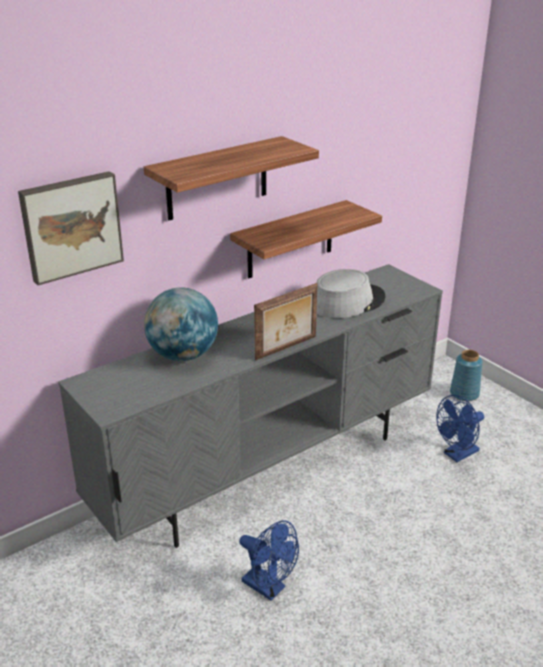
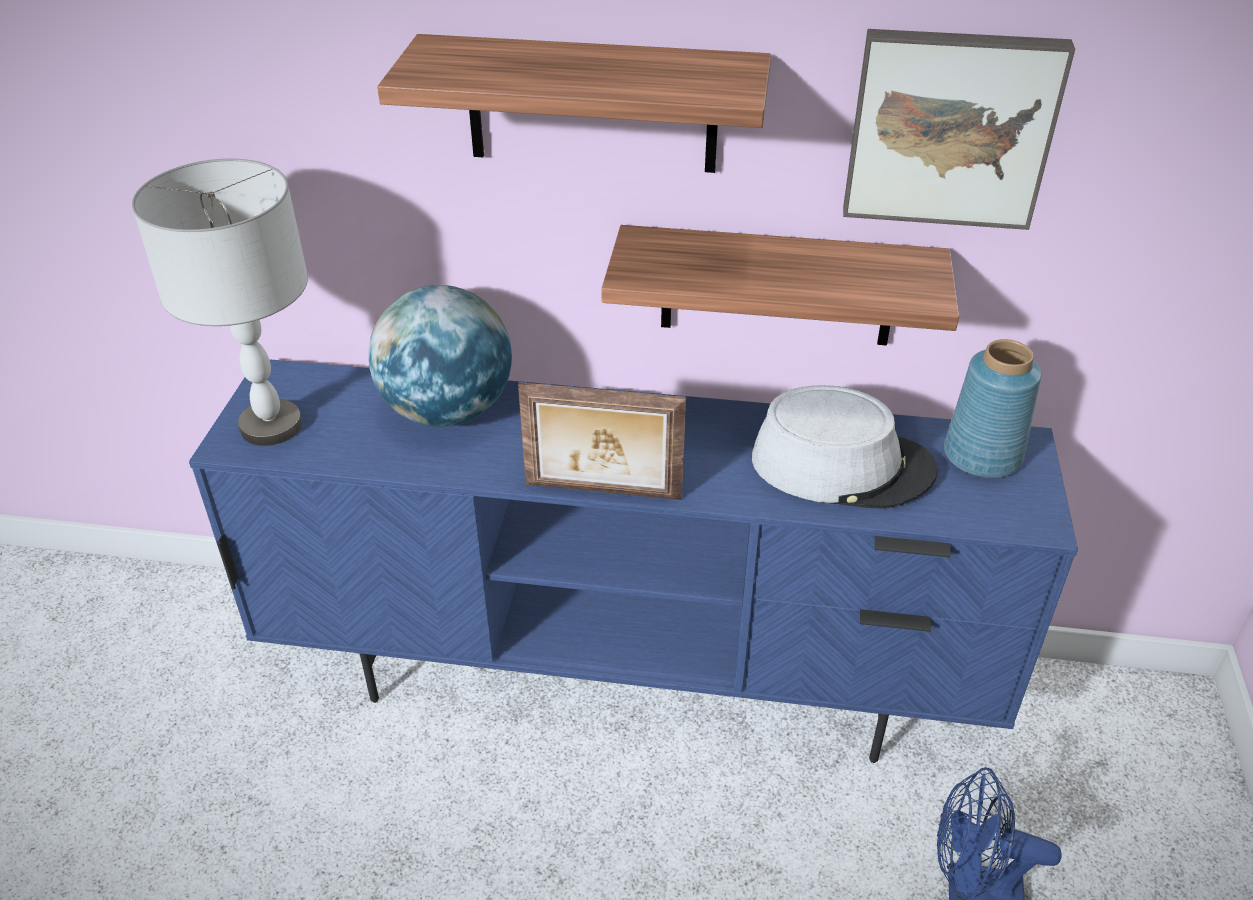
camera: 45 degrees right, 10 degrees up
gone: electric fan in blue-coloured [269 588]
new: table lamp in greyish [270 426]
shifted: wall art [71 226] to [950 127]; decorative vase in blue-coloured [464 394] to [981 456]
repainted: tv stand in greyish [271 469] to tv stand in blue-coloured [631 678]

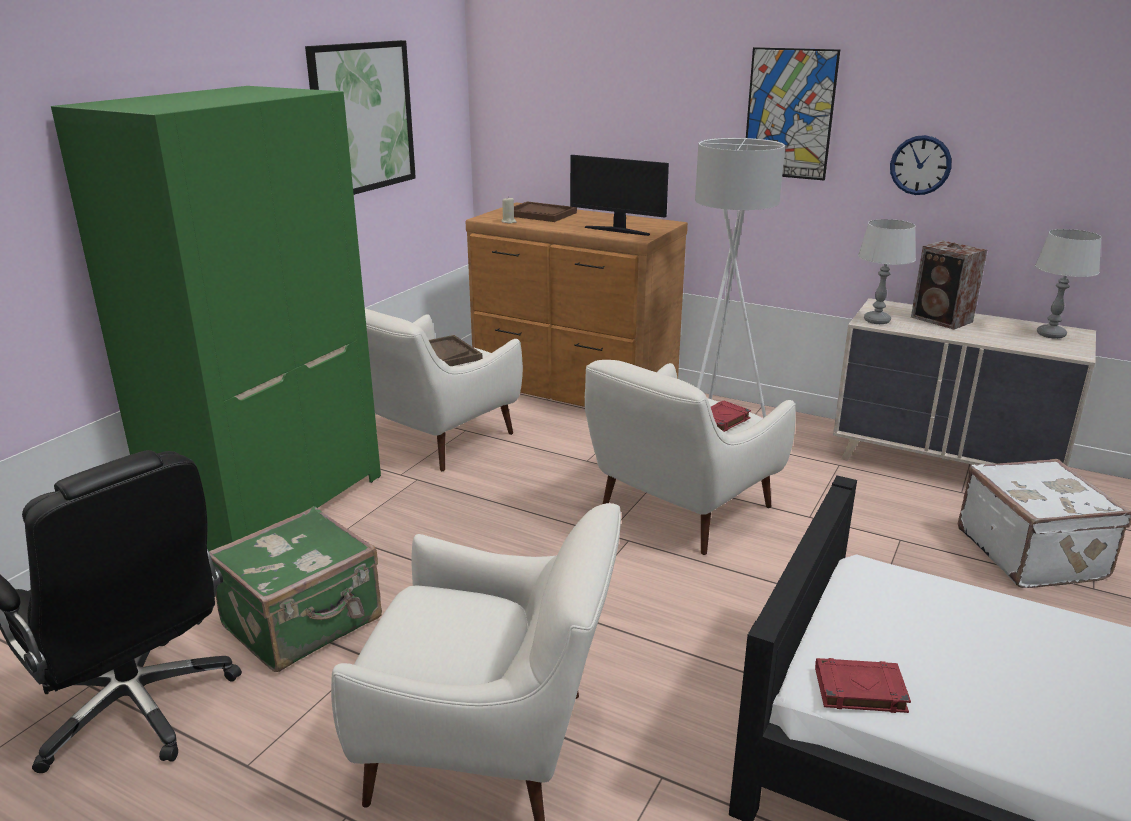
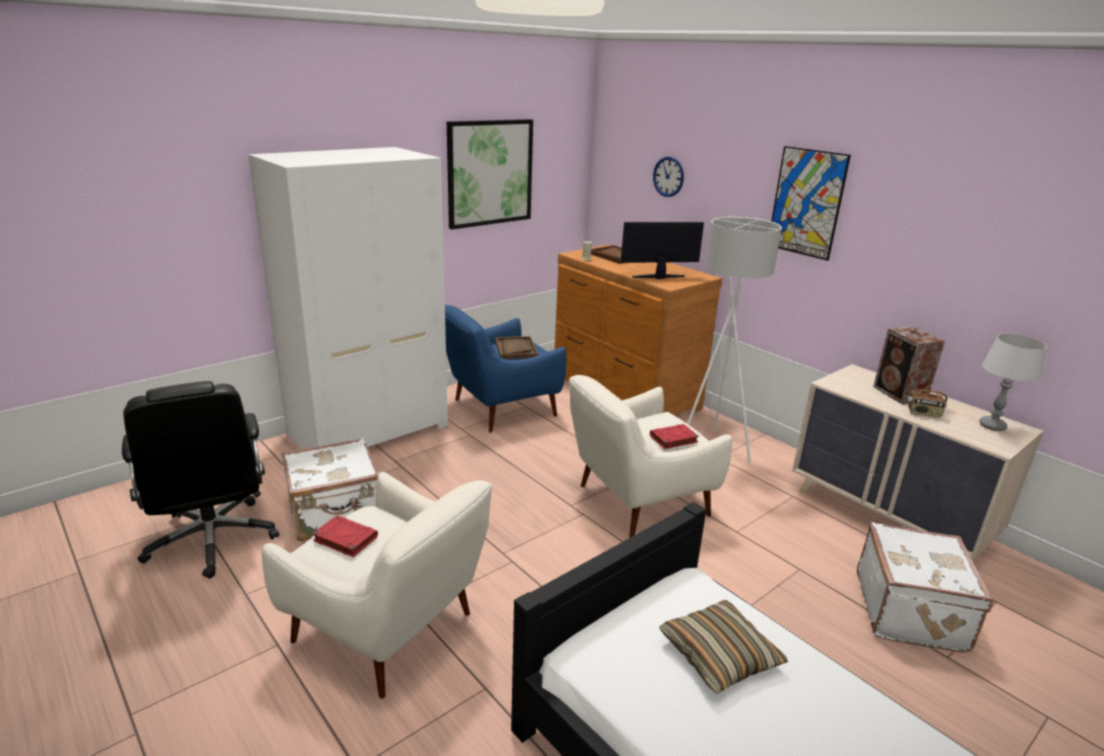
camera: 20 degrees right, 0 degrees up
gone: table lamp in greyish [876 320]
new: pillow [719 655]; radio [924 414]
shifted: bound book in red-coloured [859 690] to [345 539]; wall clock [920 165] to [668 176]
repainted: clothes cupboard in green-coloured [271 504] to clothes cupboard in white-coloured [369 430]; piece of luggage in green-coloured [304 623] to piece of luggage in white-coloured [336 514]; armchair in white-coloured [434 440] to armchair in blue-coloured [500 409]
rotated: computer screen [617 230] = [659 277] 120 degrees clockwise

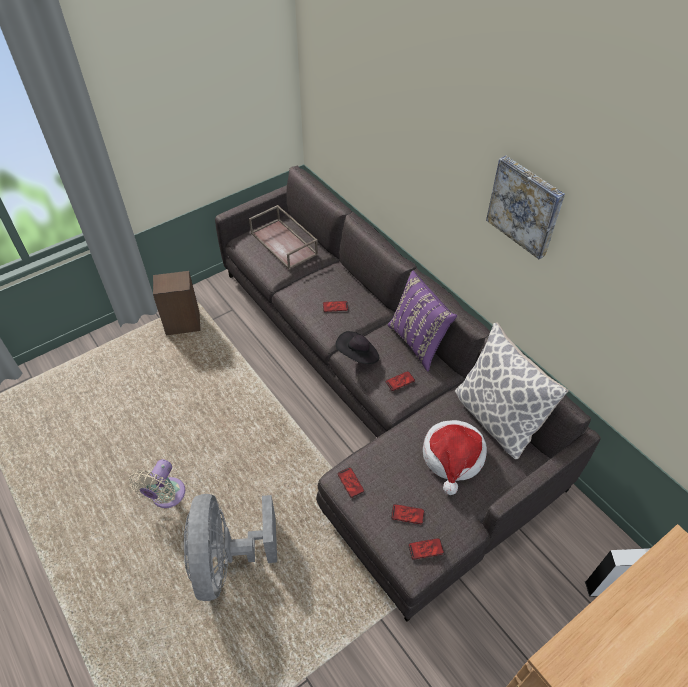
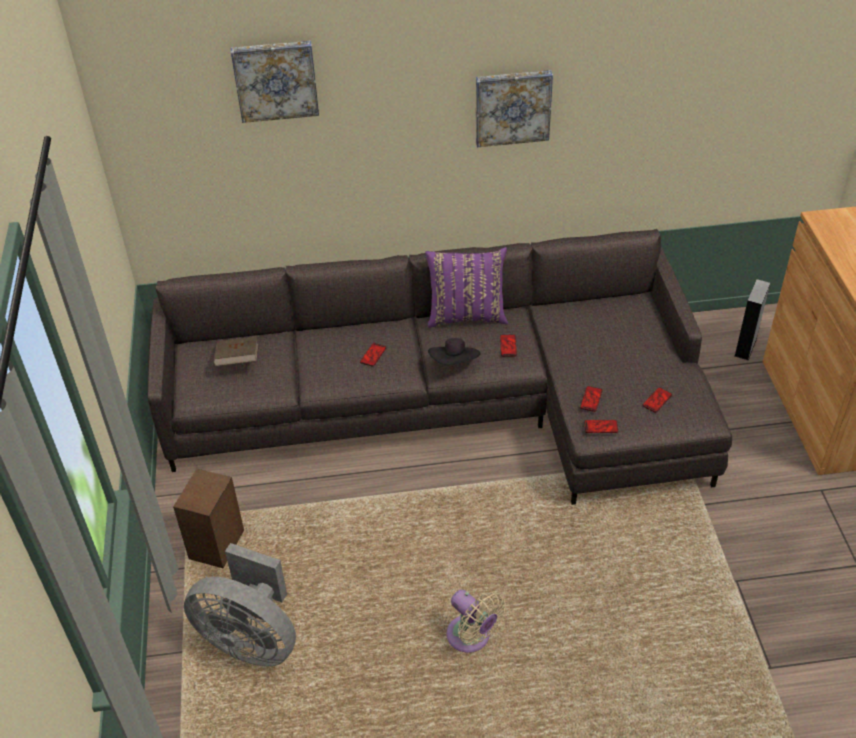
camera: 60 degrees left, 5 degrees down
gone: wearable hat [453 457]; pillow [496 418]
new: wall art [275 79]
shifted: electric fan in greyish [227 560] to [251 639]; telephone [425 549] to [591 399]
swapped: tray in brown [285 243] to bound book in brown [237 361]

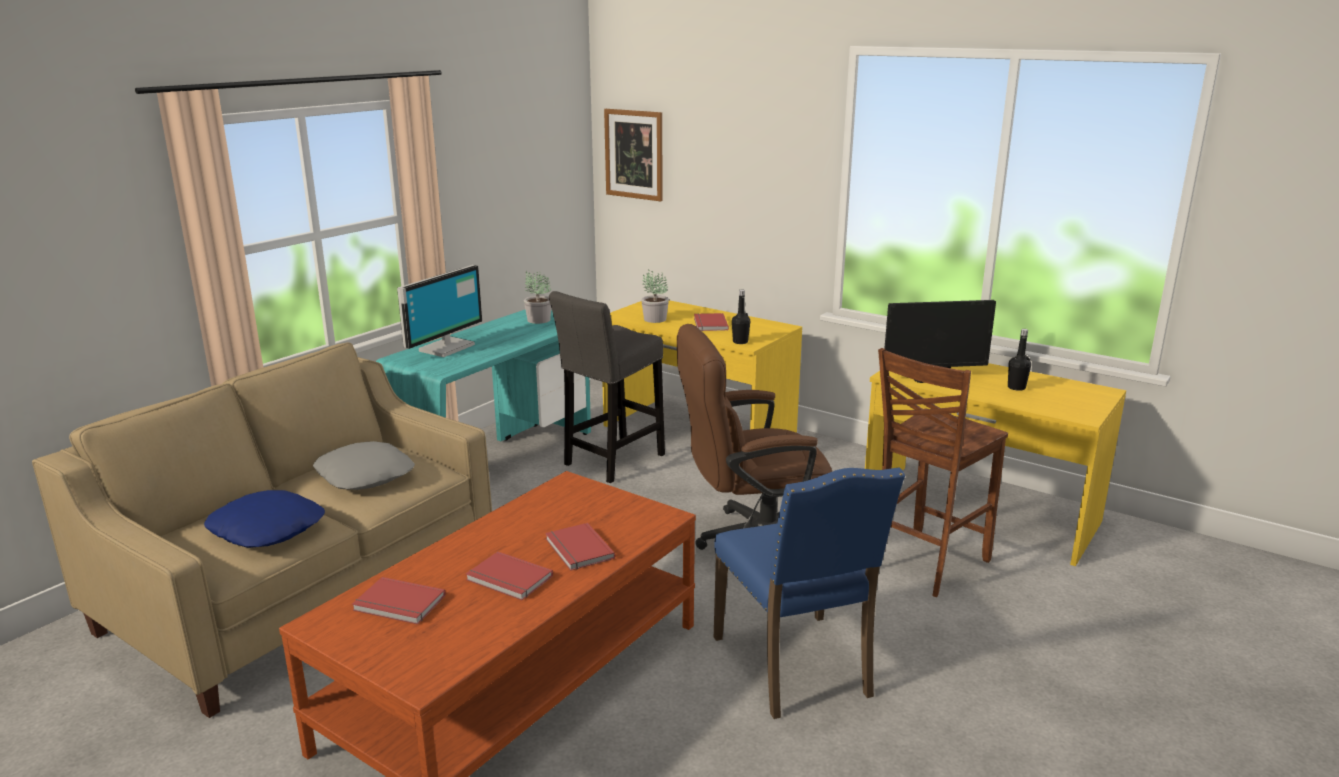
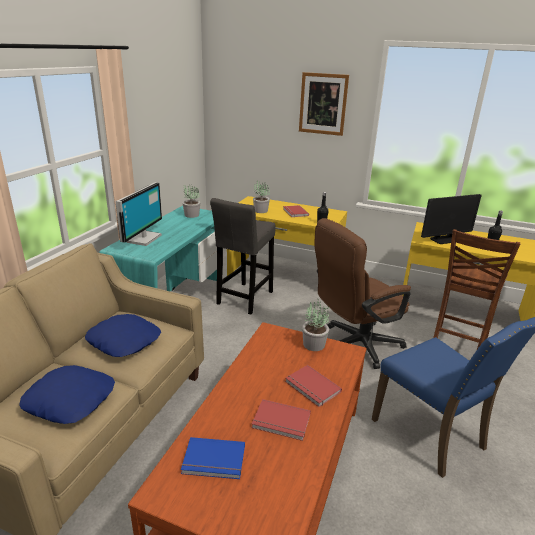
camera: 15 degrees left, 5 degrees up
new: potted plant [313 344]
shifted: wall art [634 154] to [323 104]
repainted: pillow in greyish [365 475] to pillow in blue-coloured [124 341]; bound book in red-coloured [398 604] to bound book in blue-coloured [214 461]

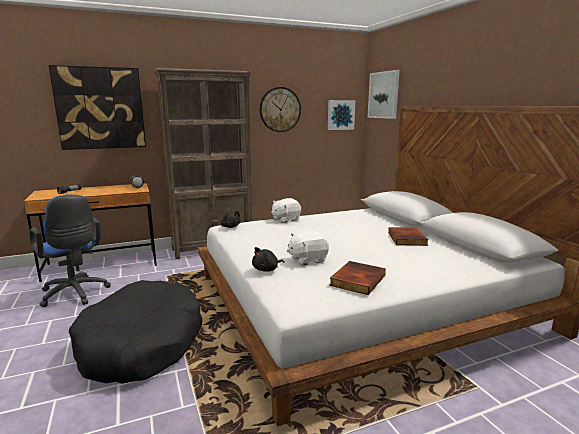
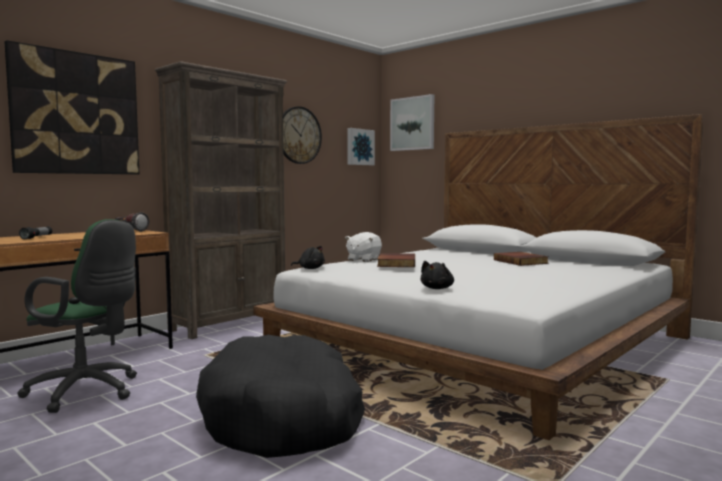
camera: 25 degrees left, 10 degrees down
gone: soft toy in white-coloured [307 260]
shifted: bound book [357 280] to [395 263]
repainted: computer chair in blue-coloured [75 294] to computer chair in green-coloured [88 392]

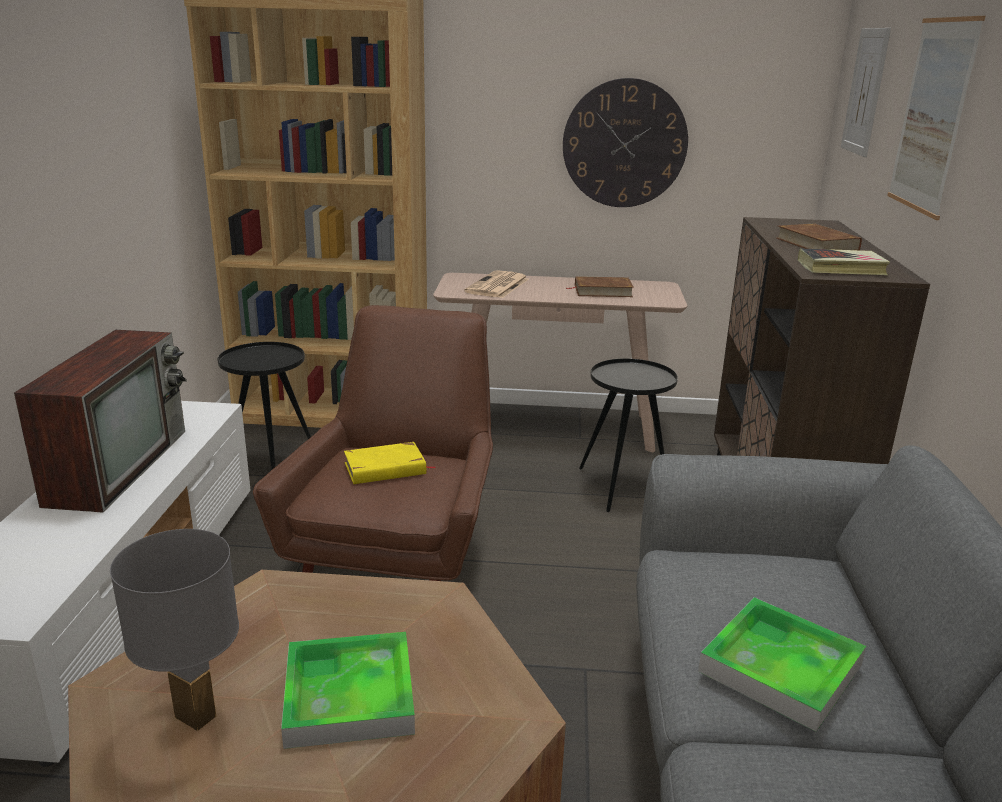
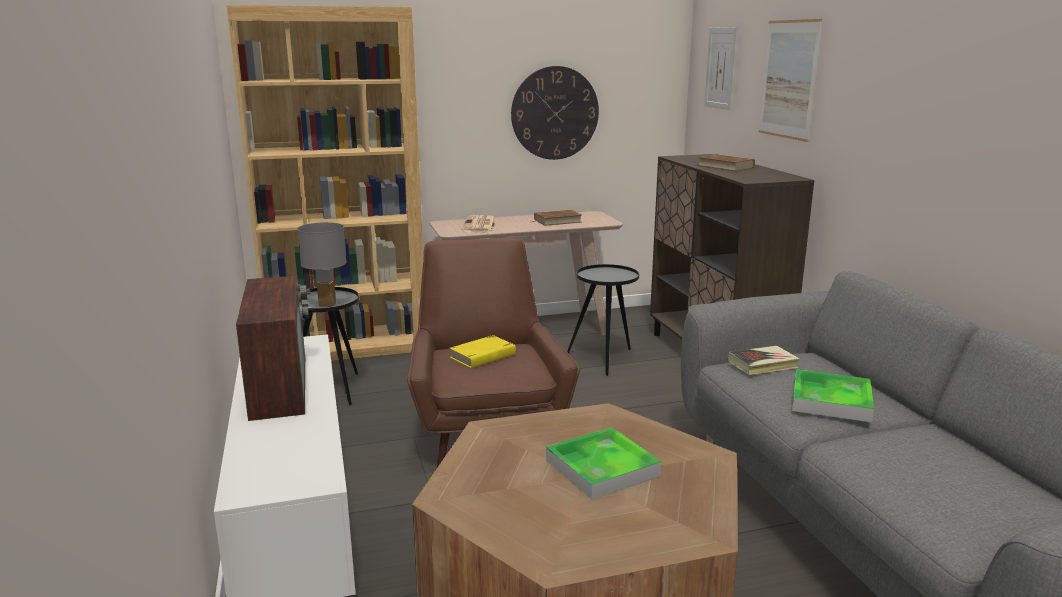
camera: 20 degrees left, 5 degrees down
shifted: table lamp in greyish [197 716] to [328 305]; bound book [841 268] to [763 364]

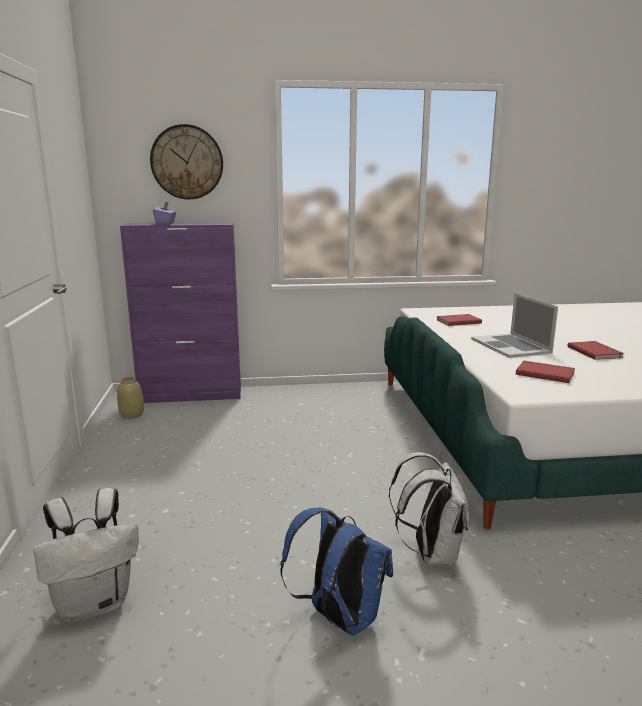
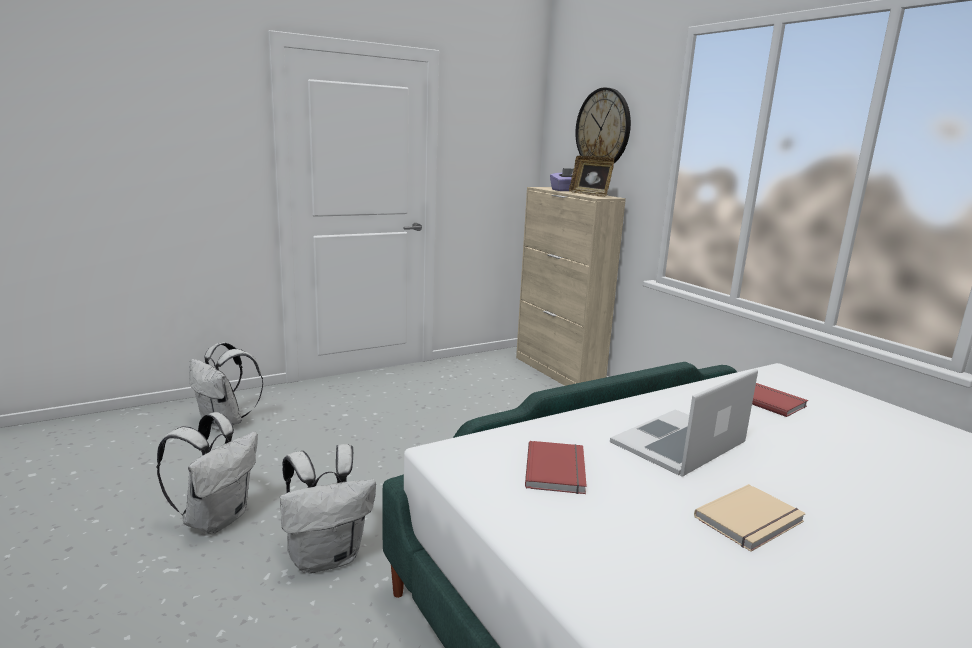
camera: 65 degrees right, 0 degrees up
gone: decorative vase in beige [132 415]
new: picture frame [590 194]
repainted: cabinet in purplish [191 395] to cabinet in beige [558 372]; backpack in blue-coloured [339 618] to backpack in white-coloured [216 519]; bound book in red-coloured [595 352] to bound book in beige [752 521]

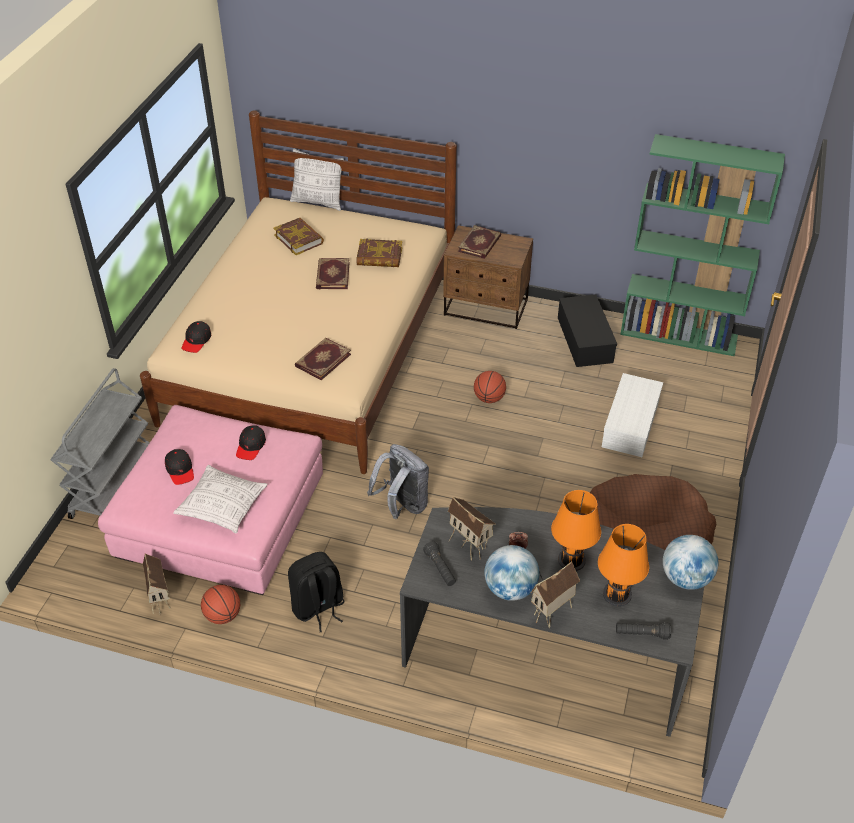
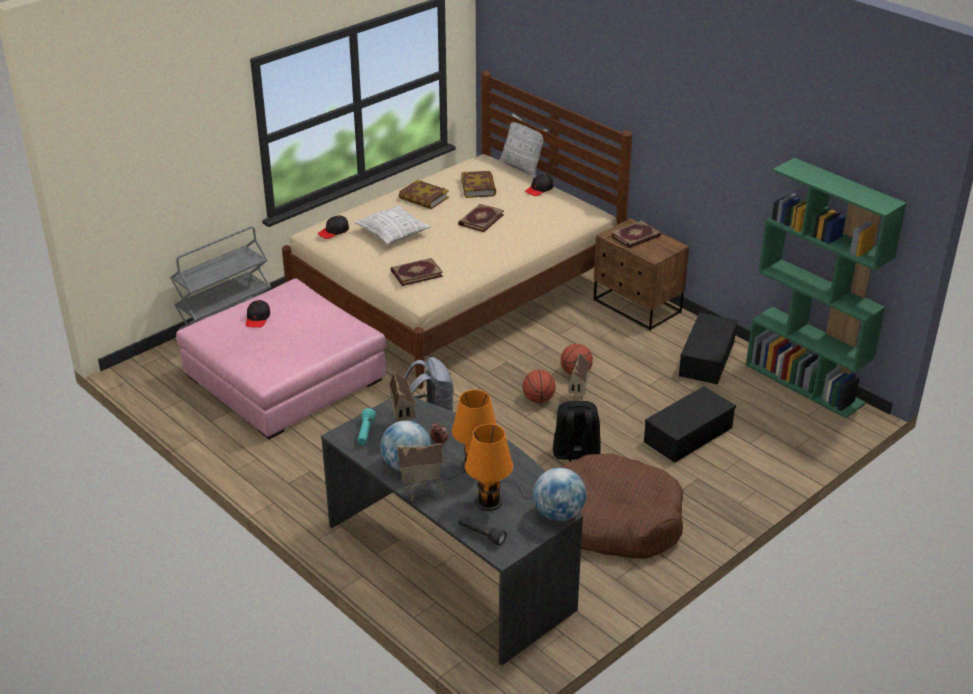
camera: 30 degrees right, 10 degrees down
shifted: toy house [161 601] to [578 401]; pillow [223 506] to [393 233]; basketball ball [223 615] to [538 399]; cap in blackish [251 446] to [539 189]; backpack in blackish [318 607] to [576 456]; bound book [379 257] to [423 198]
repainted: hand torch in blackish [440 569] to hand torch in turquoise [366 433]; storage container in white-coloured [630 423] to storage container in blackish [688 434]

